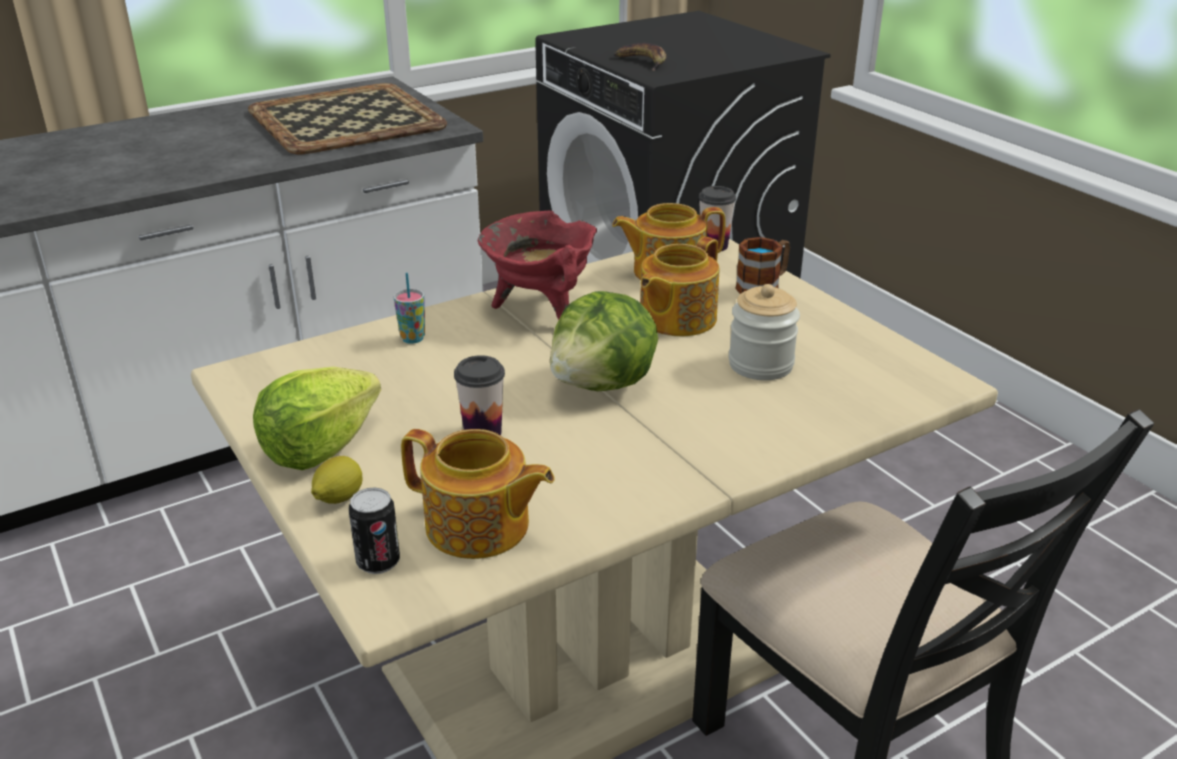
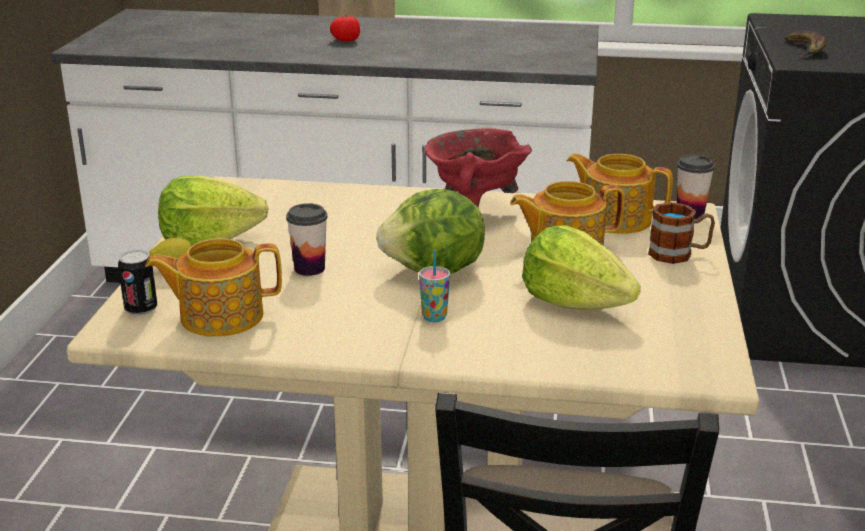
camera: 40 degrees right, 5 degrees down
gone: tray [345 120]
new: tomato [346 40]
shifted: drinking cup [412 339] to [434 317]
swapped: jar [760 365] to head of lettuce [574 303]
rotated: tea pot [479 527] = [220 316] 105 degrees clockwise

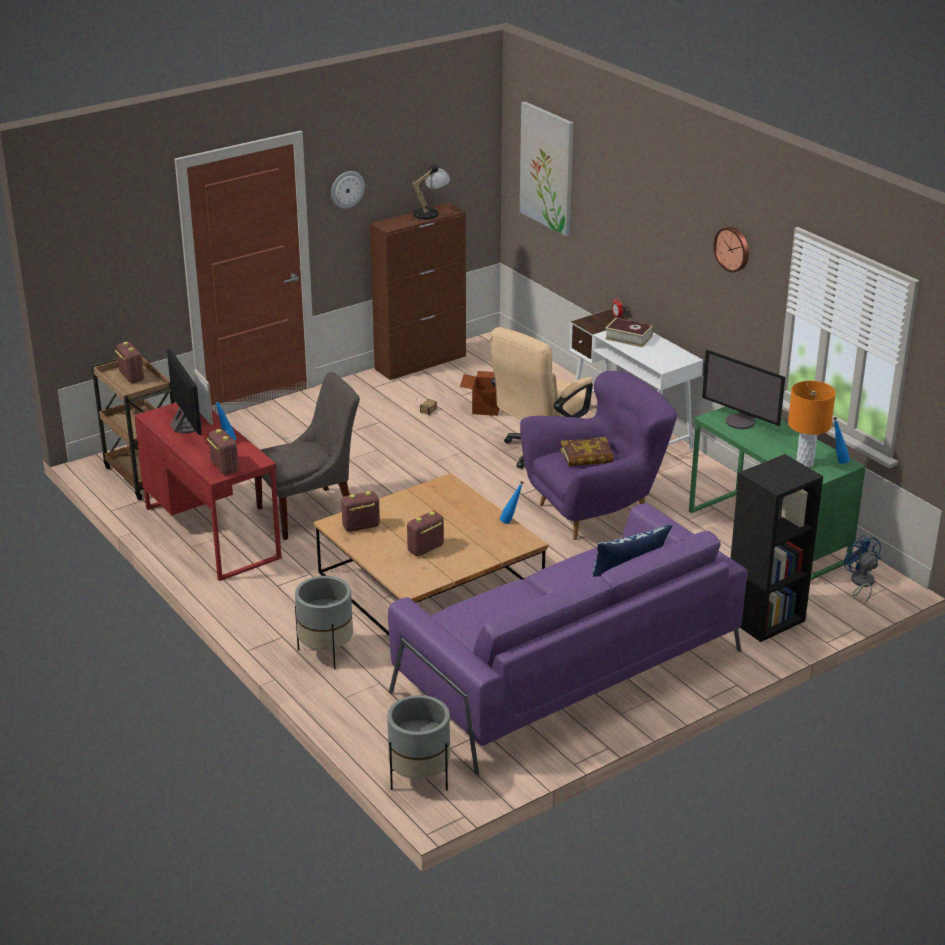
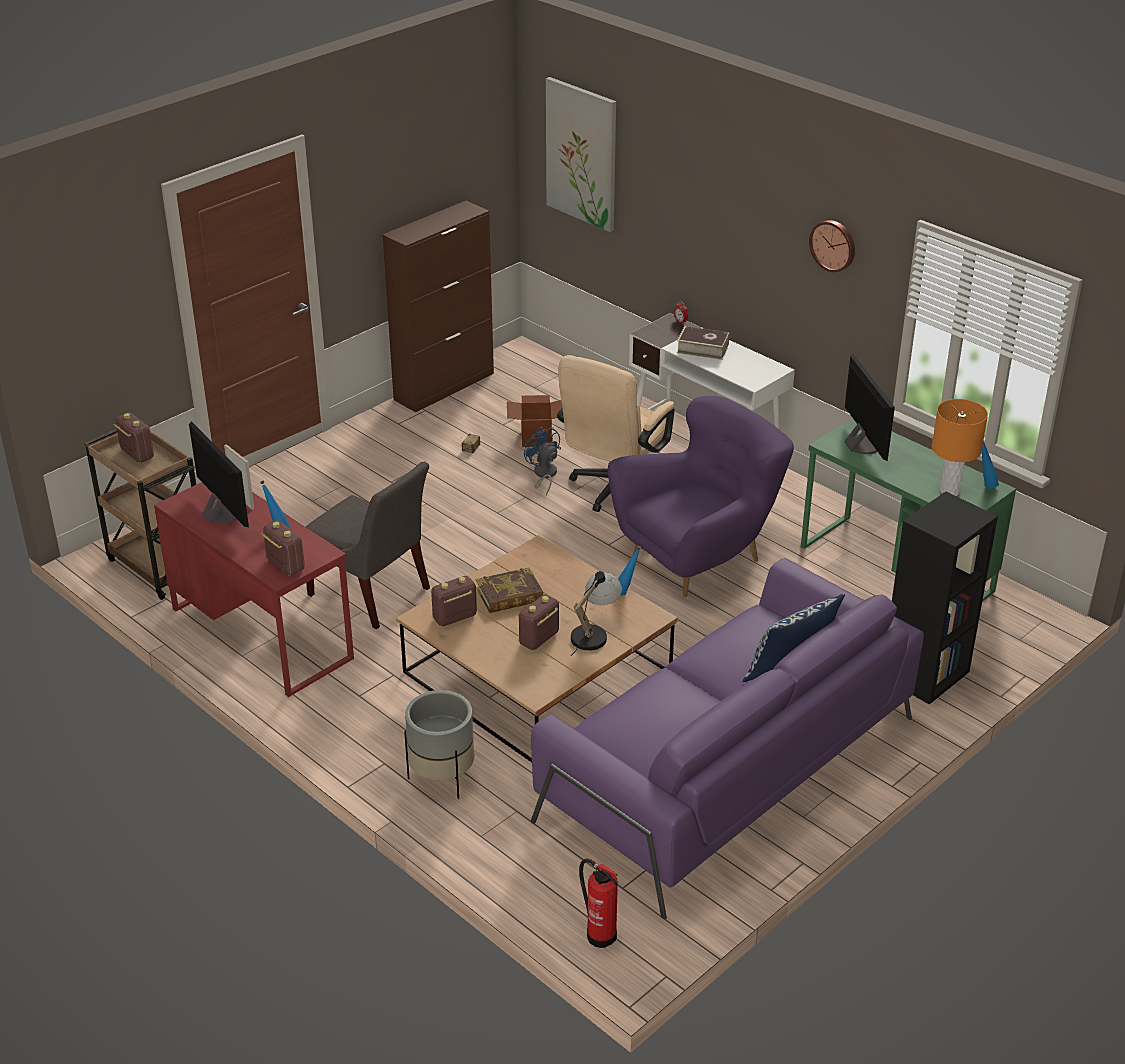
camera: 10 degrees left, 5 degrees up
gone: wall clock [347 189]
shifted: table lamp [430 213] to [594 633]; bound book [587 456] to [510 595]; electric fan in blue-coloured [861 584] to [544 475]
swapped: flower pot in greyish [419 779] to fire-fighting cylinder [600 933]
rotated: upright chair in greyish [311 512] = [372 594] 75 degrees clockwise; computer screen [741 421] = [862 445] 135 degrees counterclockwise

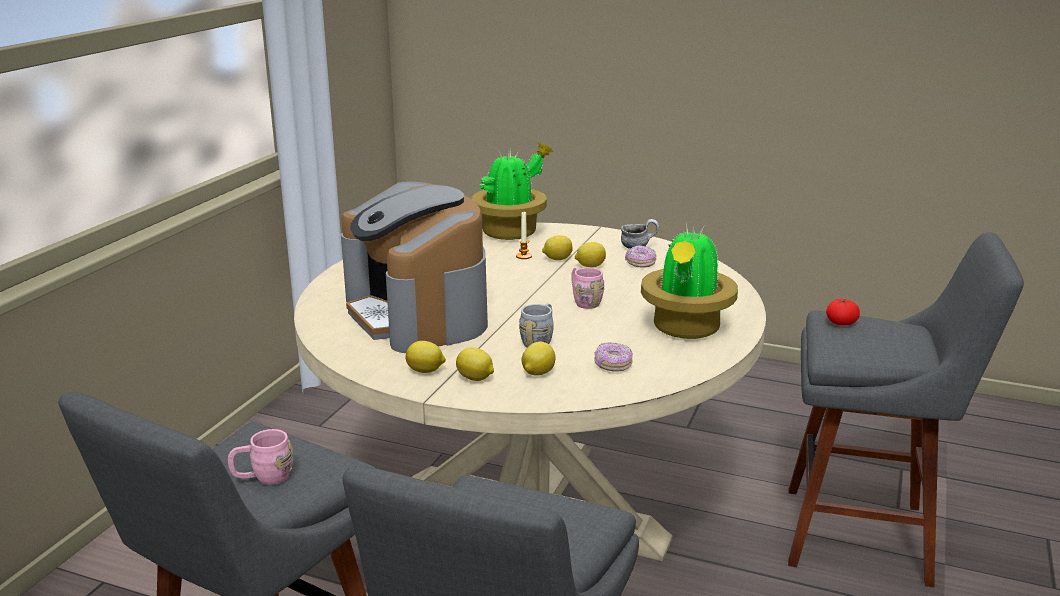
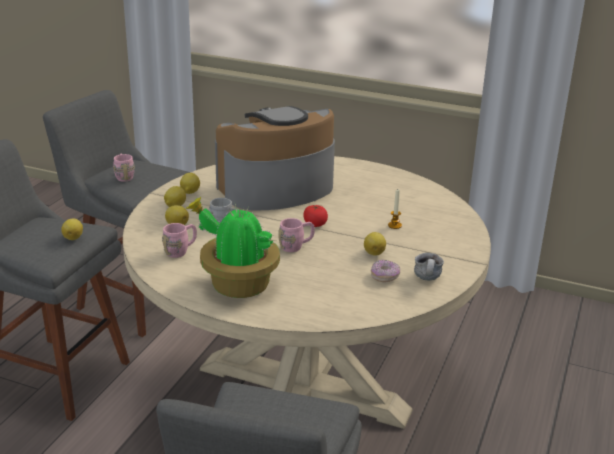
camera: 90 degrees right, 5 degrees up
gone: potted plant [511 232]
shifted: whole lemon [557 259] to [73 238]; tomato [841 323] to [315 224]
swapped: doughnut [613 365] to tea mug in pink-coloured [181 251]

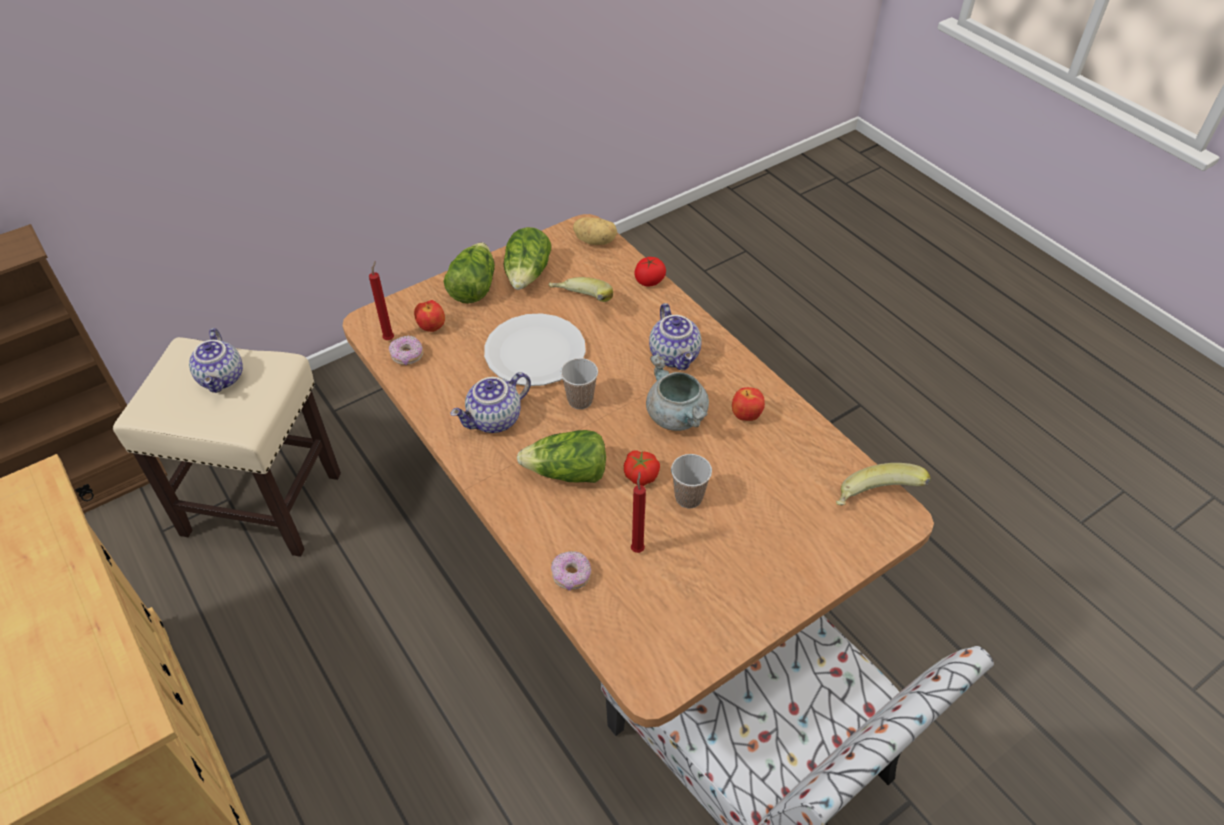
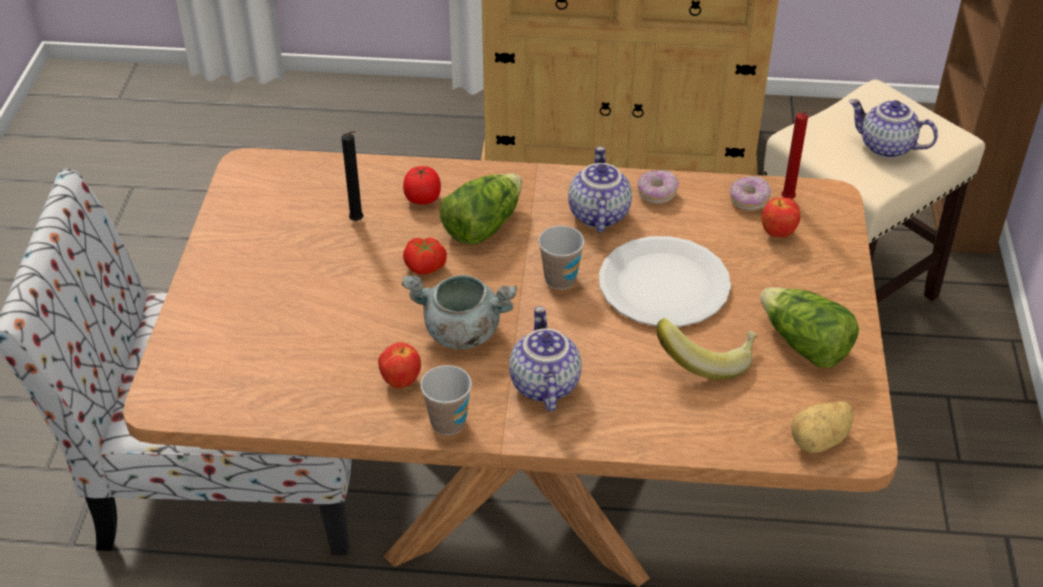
camera: 130 degrees right, 5 degrees down
gone: head of lettuce [473 287]; whole banana [875 501]
shifted: doughnut [571 575] to [657 194]; tomato [649 281] to [422 198]; drinking cup [688 498] to [448 422]
repainted: candle in red-coloured [637 548] to candle in blackish [358 222]
rotated: tea pot [675 356] = [542 384] 60 degrees clockwise

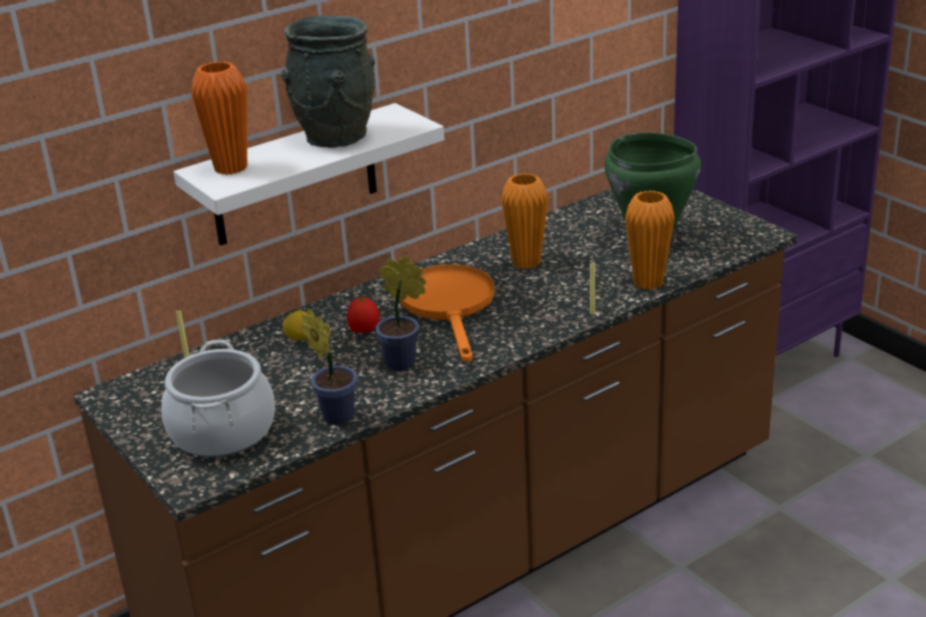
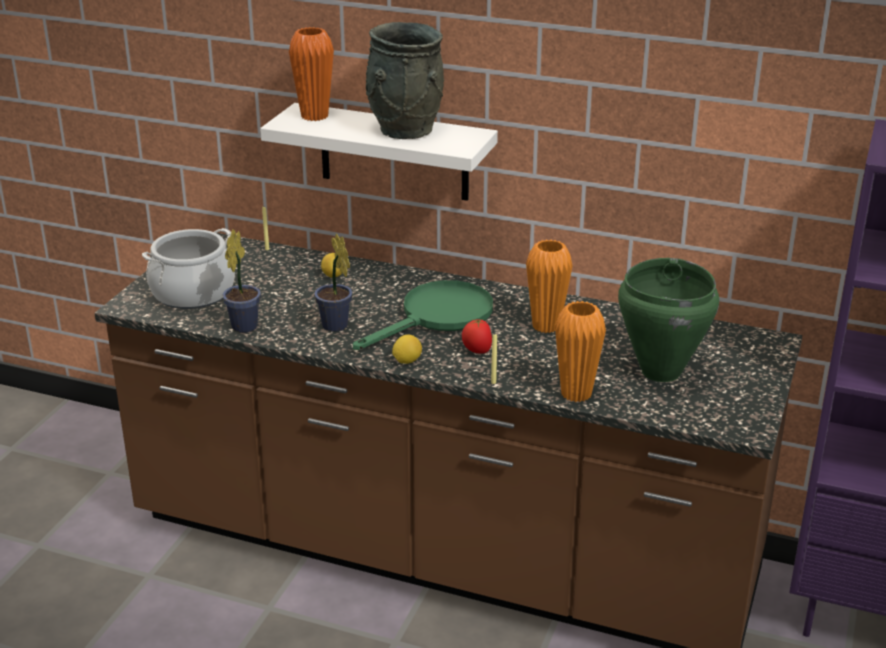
camera: 55 degrees right, 0 degrees up
new: whole lemon [407 361]
shifted: tomato [364 331] to [476 351]
repainted: frying pan in orange-coloured [450 306] to frying pan in green-coloured [438 317]

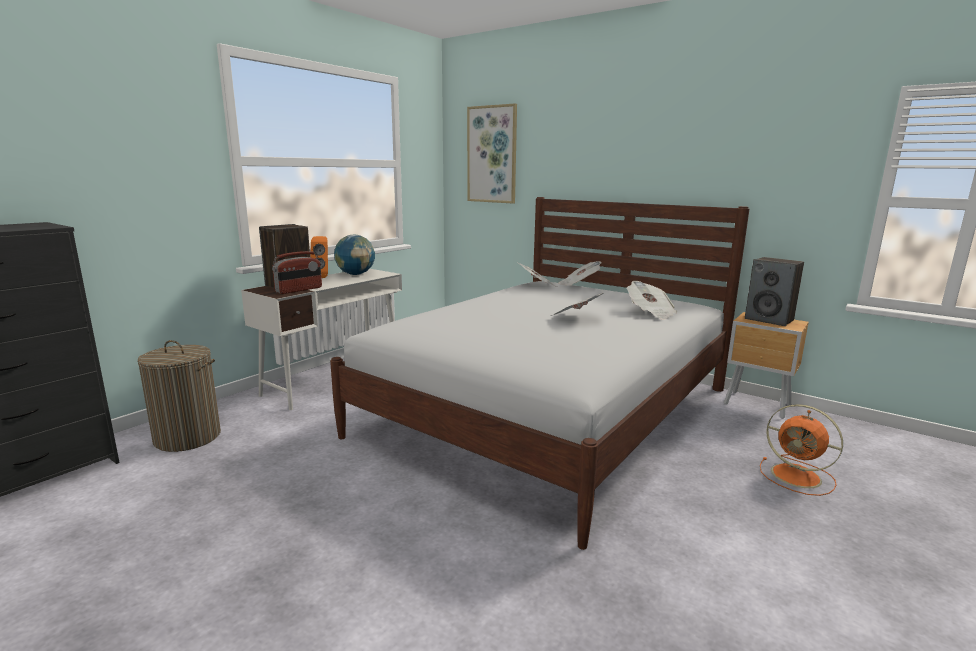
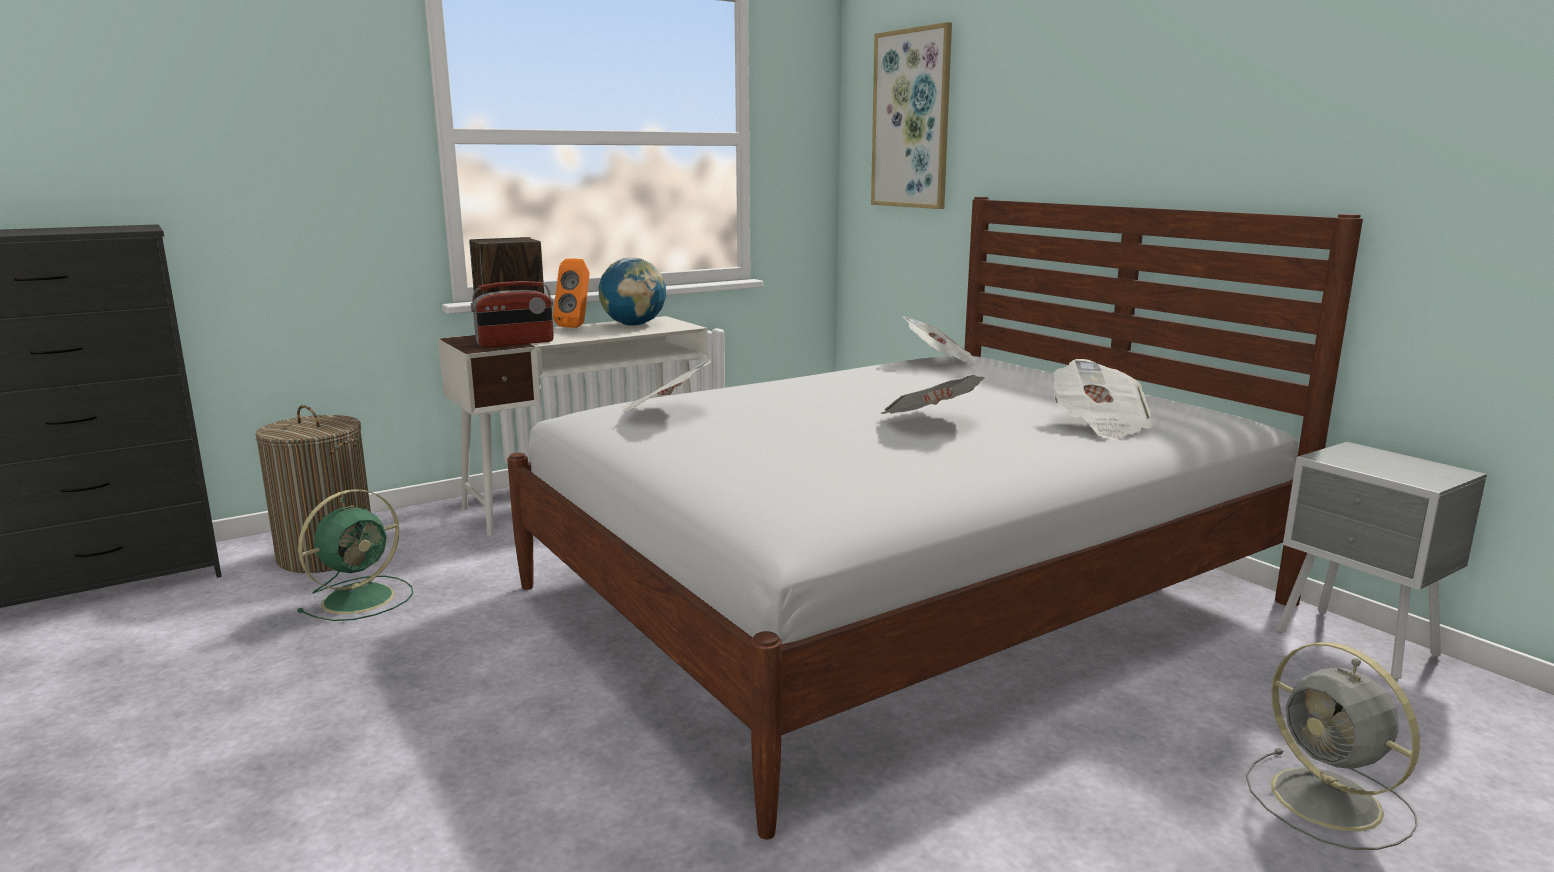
camera: 20 degrees right, 0 degrees up
gone: loudspeaker [769 320]
new: electric fan in green-coloured [361 598]
shifted: newspaper [578 284] to [663 413]
repainted: night table in brown [758 405] to night table in greyish [1358 646]; electric fan in orange-coloured [798 476] to electric fan in greyish [1330 802]

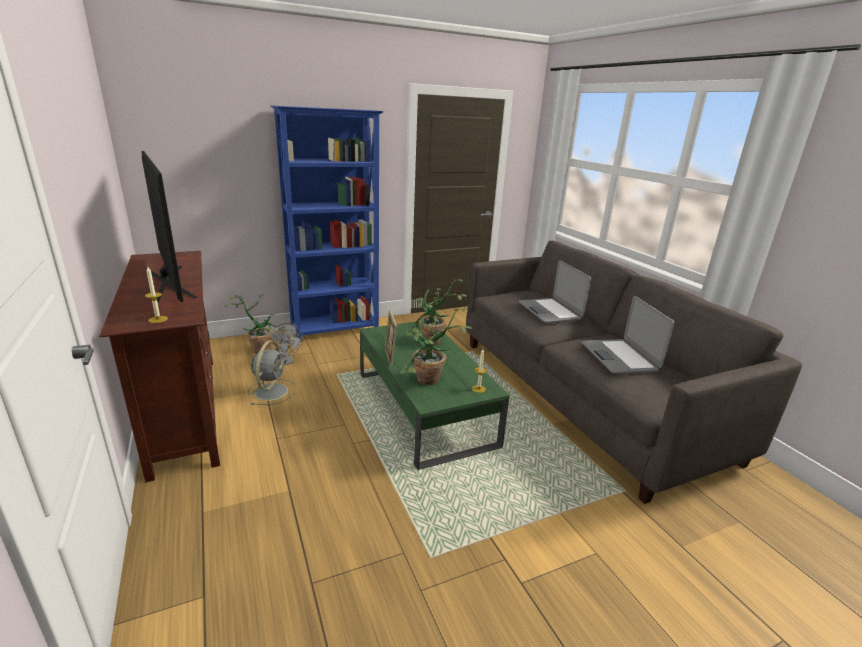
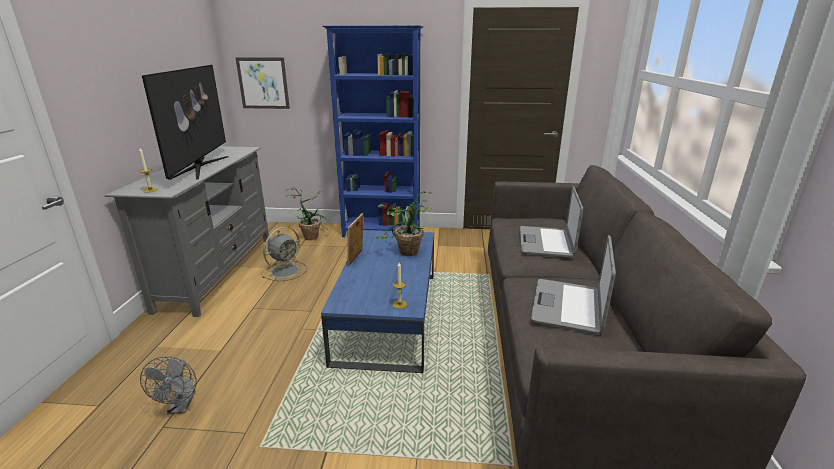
camera: 30 degrees right, 0 degrees up
gone: potted plant [428 383]
new: wall art [263 83]
shifted: electric fan in greyish [287 361] to [180 407]
repainted: tv stand in brown [184 411] to tv stand in greyish [217 271]; coffee table in green-coloured [424 408] to coffee table in blue-coloured [388 315]

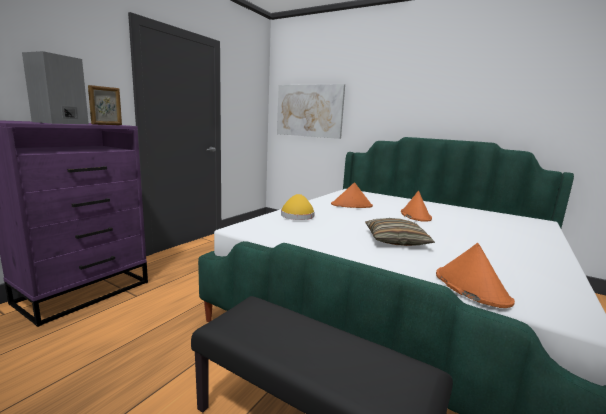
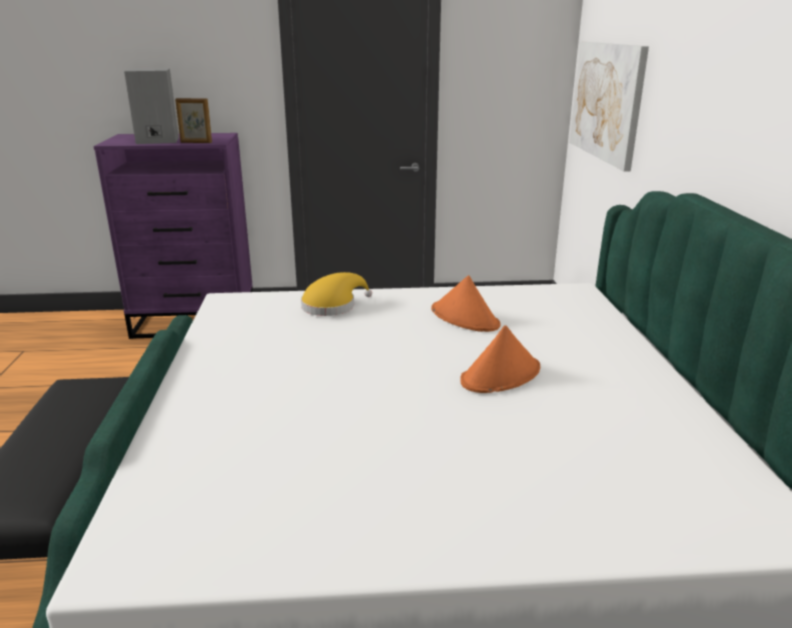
camera: 55 degrees right, 10 degrees up
gone: pillow [395 240]; wearable hat in orange-coloured [470 287]

